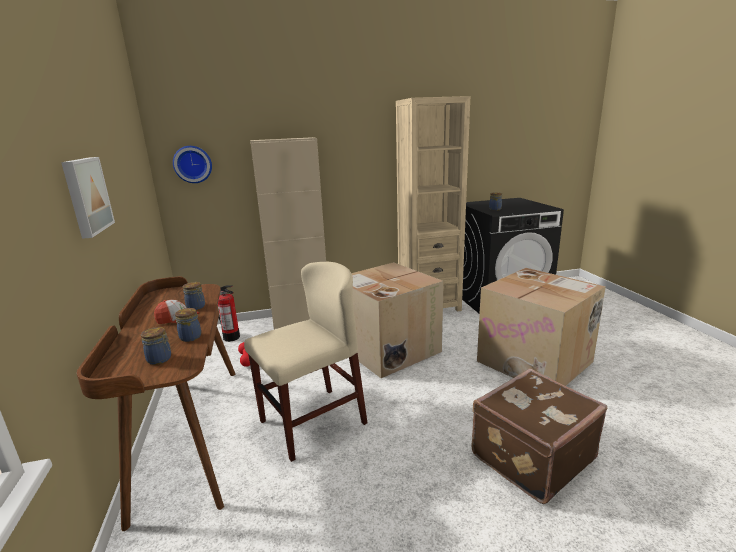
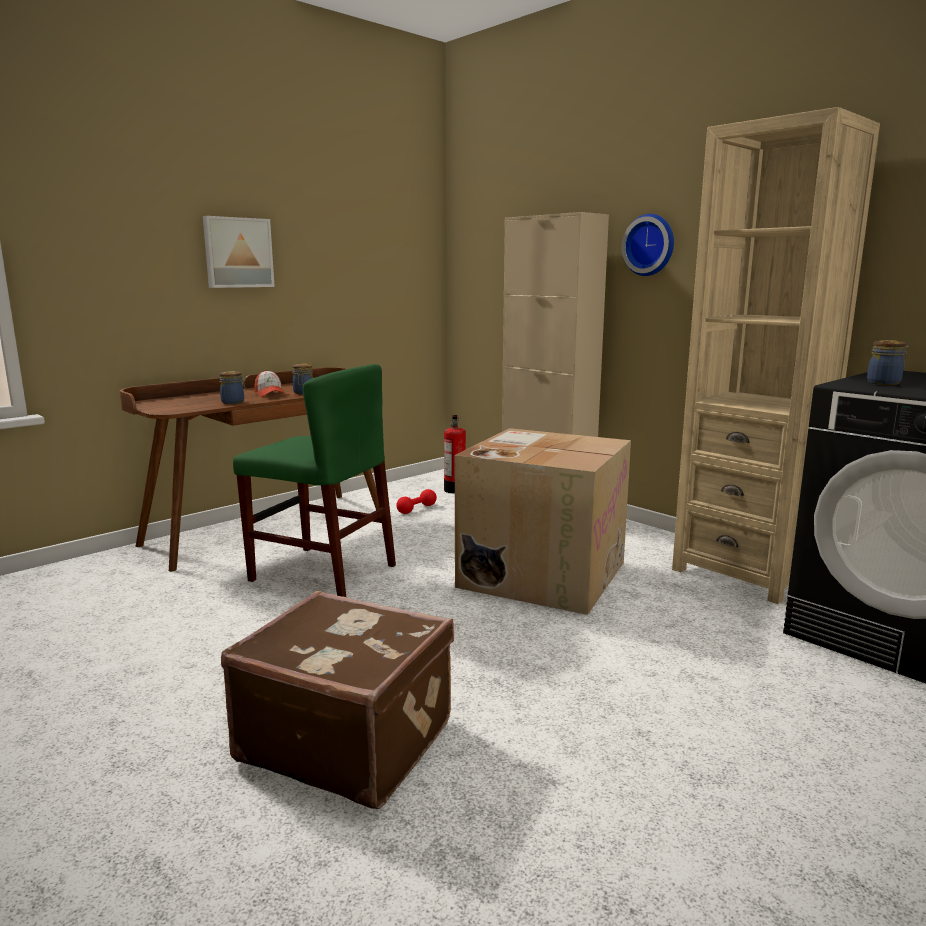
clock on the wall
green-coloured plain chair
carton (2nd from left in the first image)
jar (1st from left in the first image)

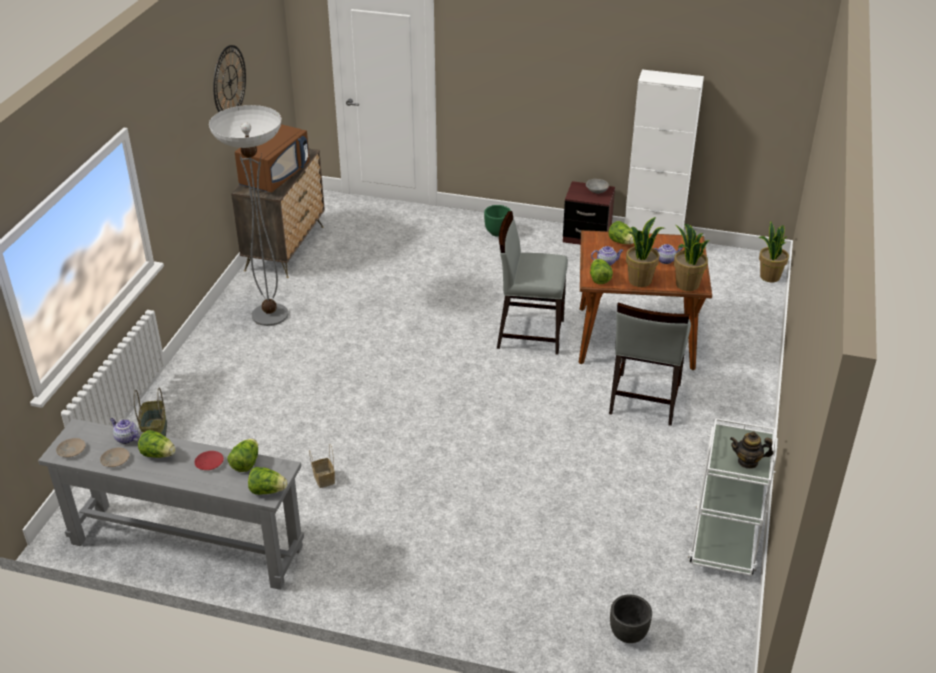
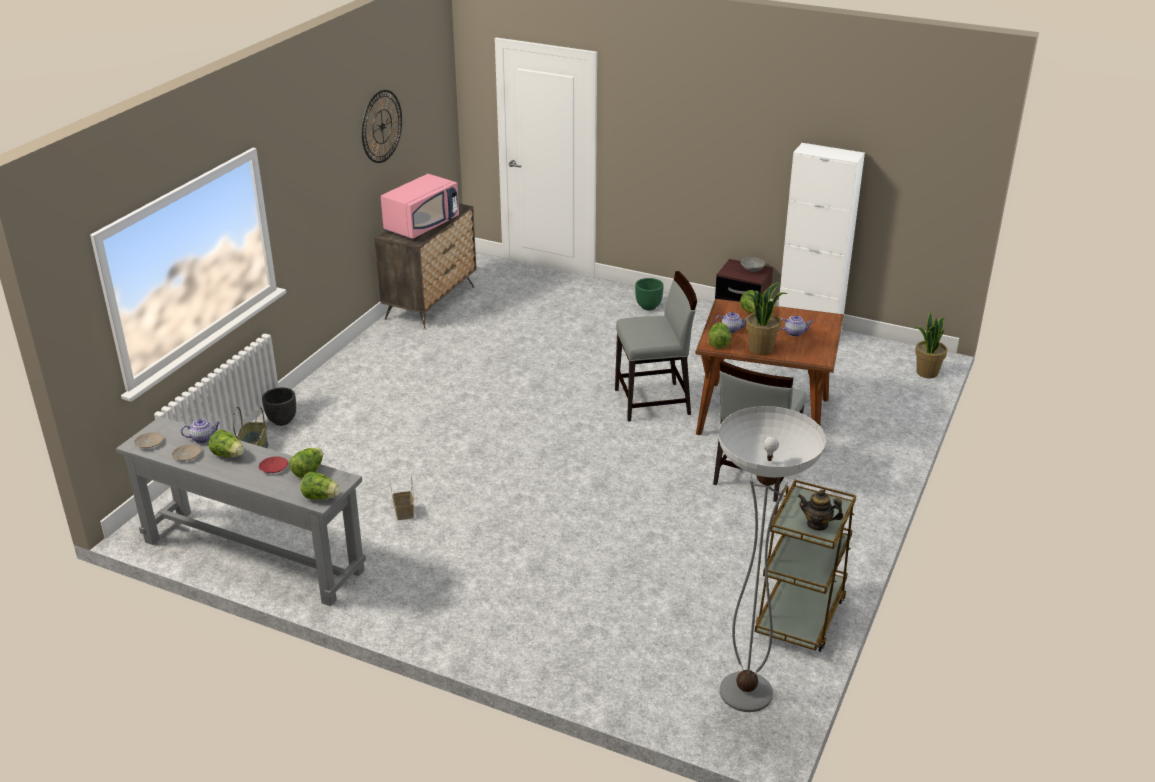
floor lamp
pink-coloured microwave oven
grey plain chair (1st from left)
plant in a pot (2nd from left in the first image)
teapot (1st from left)
brownish cart
black-coloured planter

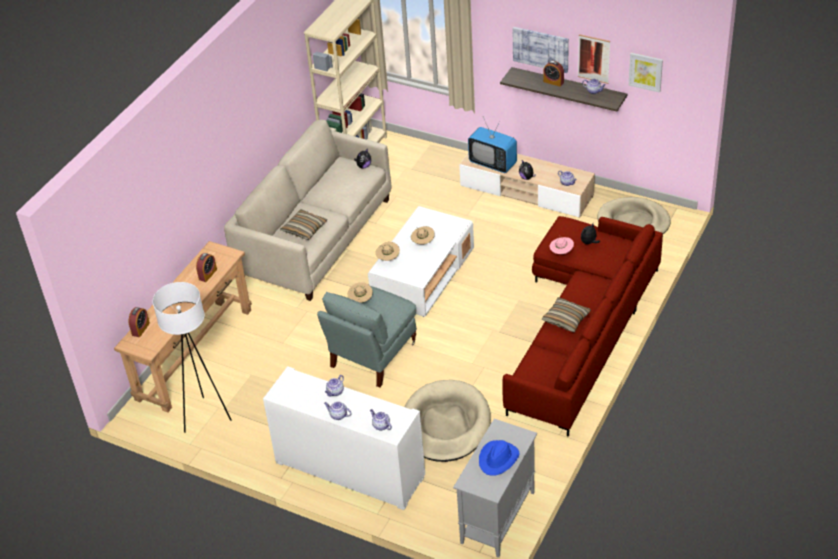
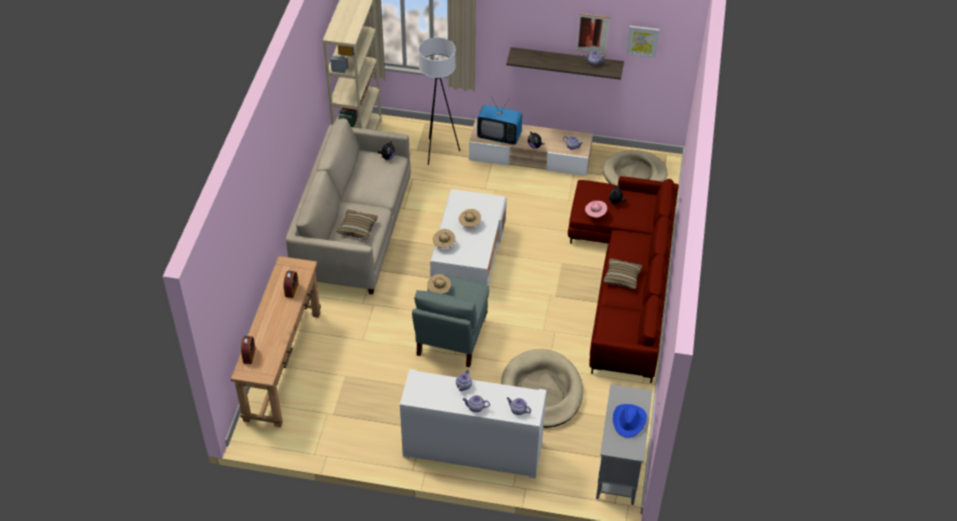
picture (1st from left in the first image)
bedside clock (3rd from left in the first image)
whitish floor lamp

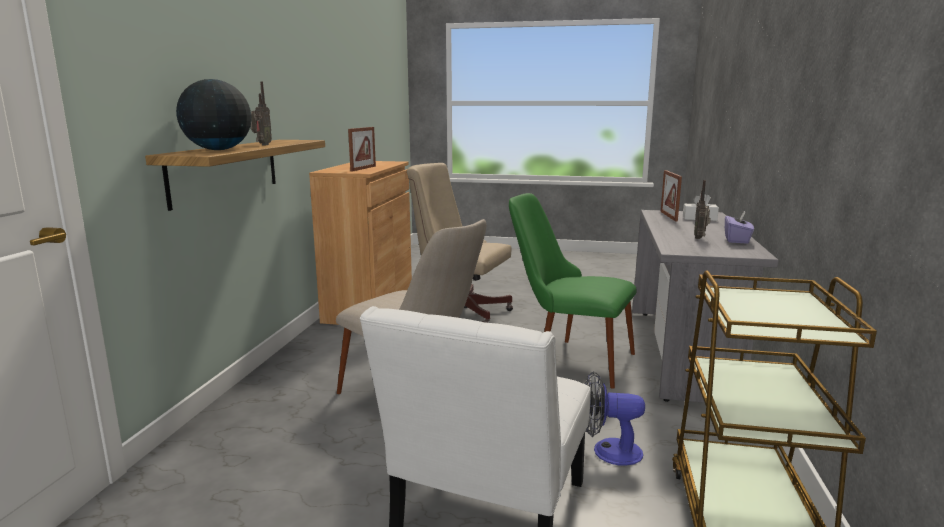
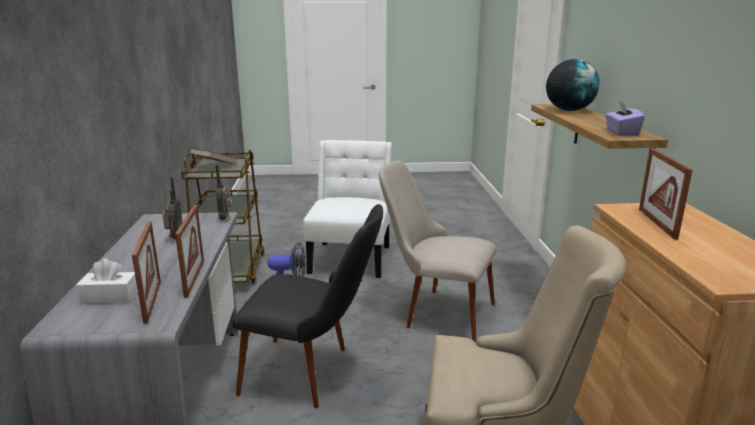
radio receiver (2nd from left)
black-coloured plain chair
purple tissue holder
brownish book
photo frame (2nd from left)

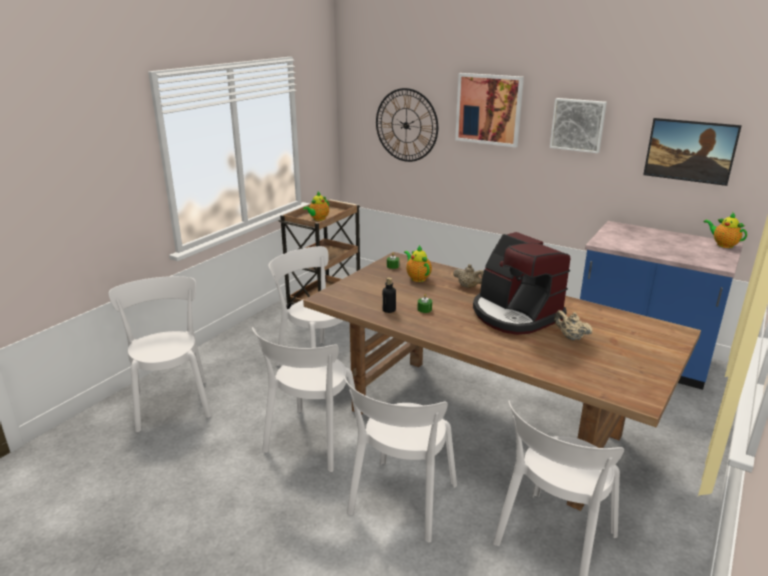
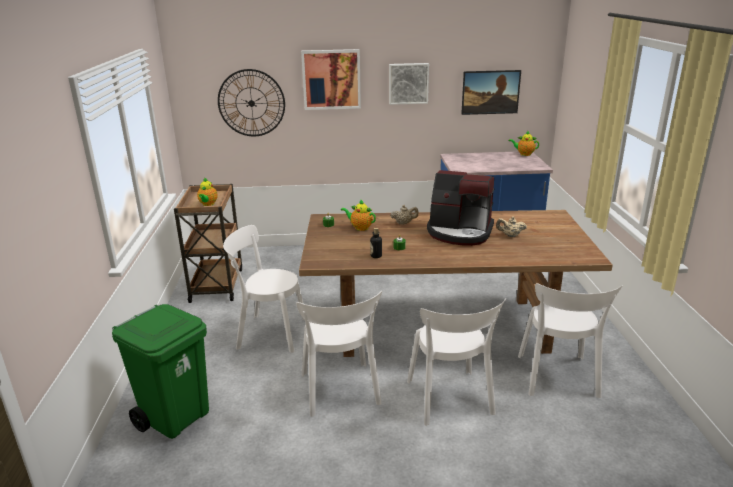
green-coloured rubbish bin

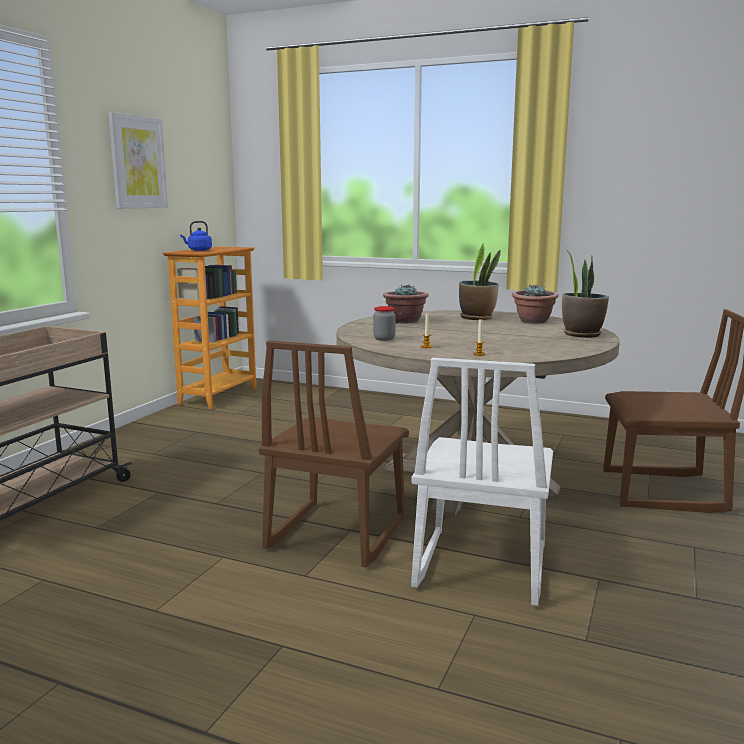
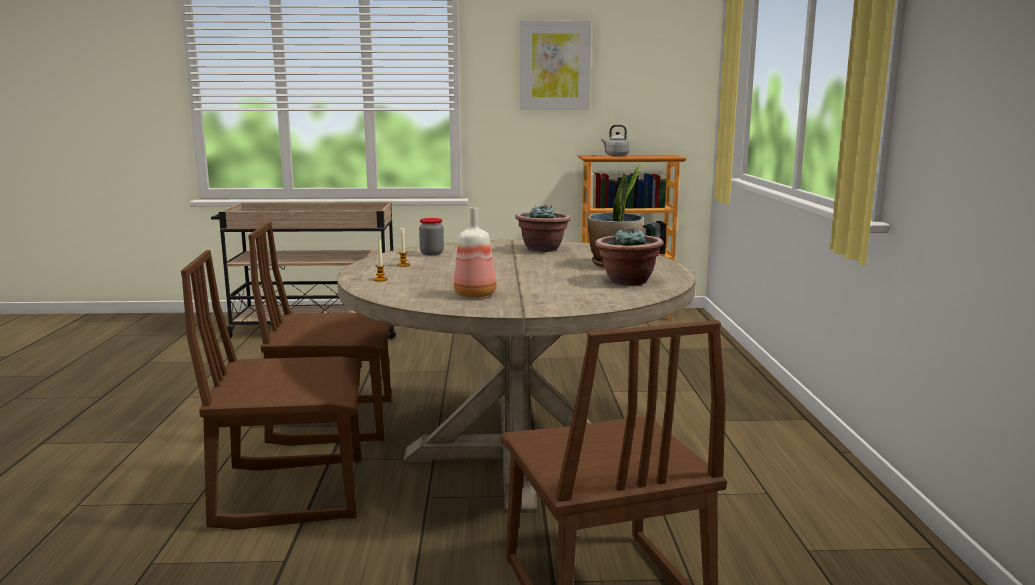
grey tea kettle
plant in a pot (4th from left in the first image)
brownish plain chair (1st from left)
drink bottle

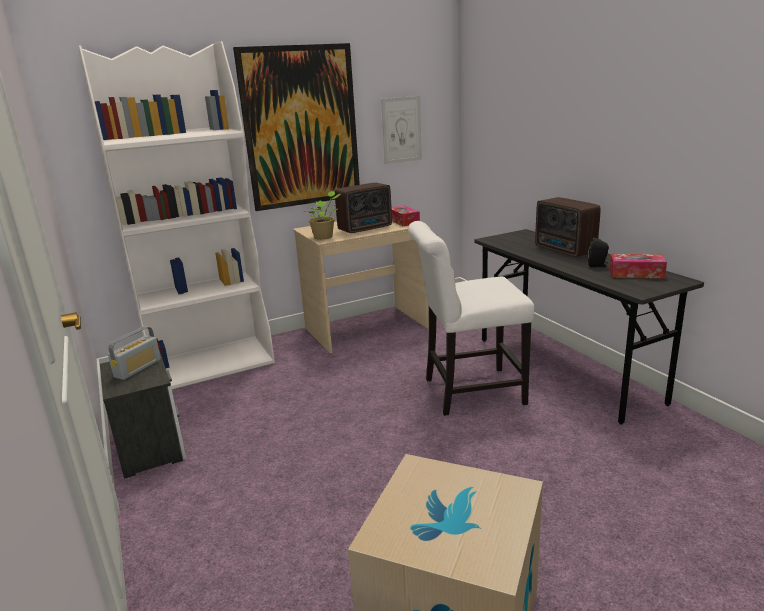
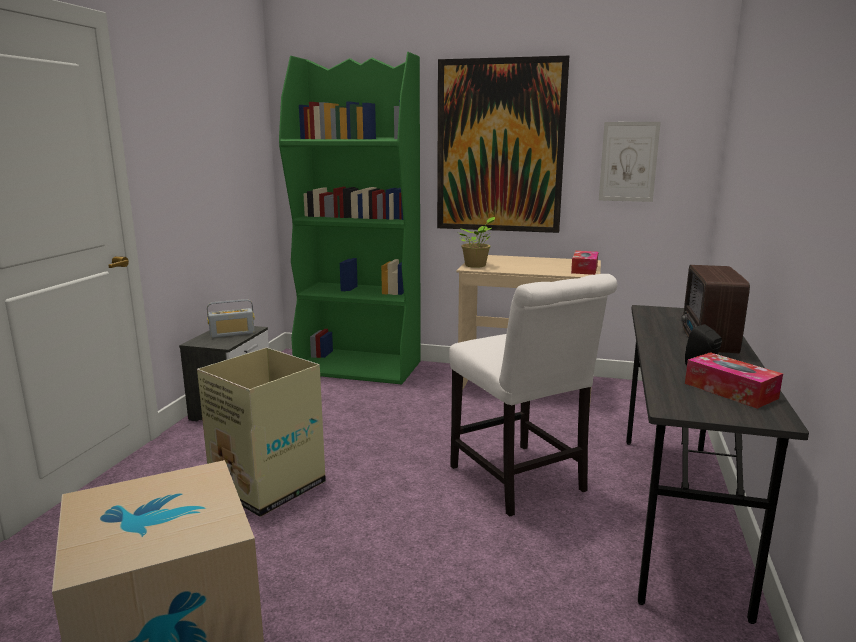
green-coloured shelving unit
radio receiver (2nd from left in the first image)
whitish plain chair
carton (2nd from left)

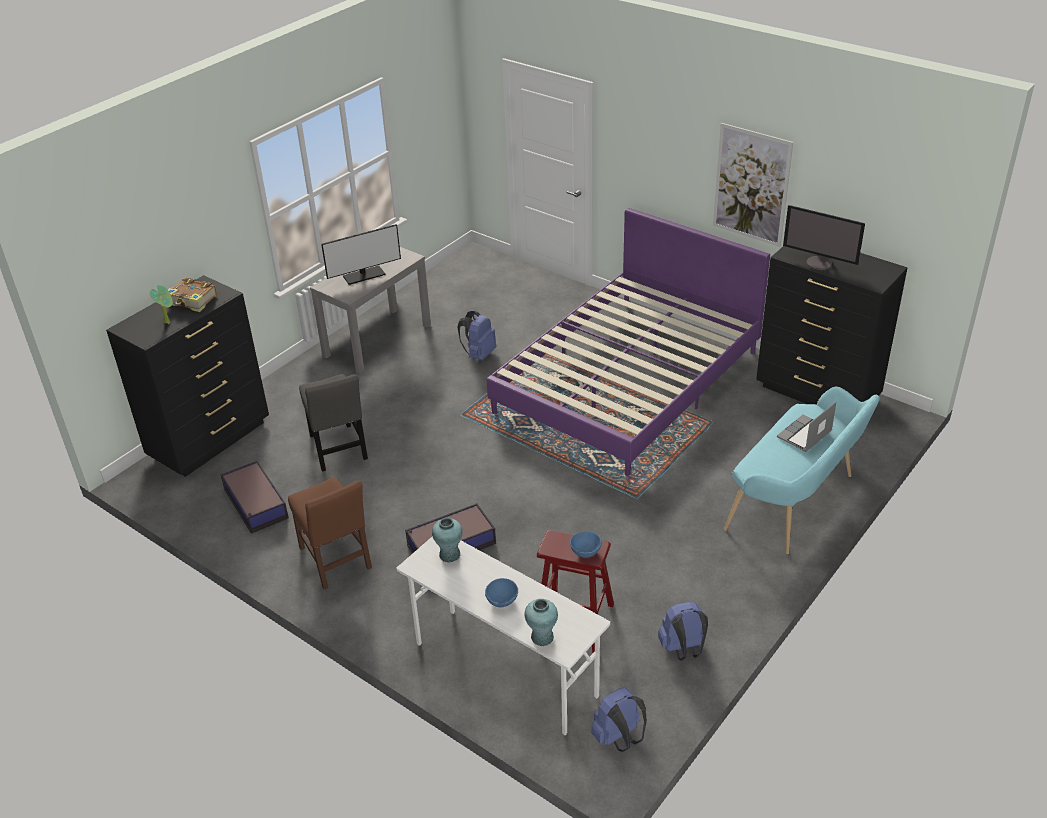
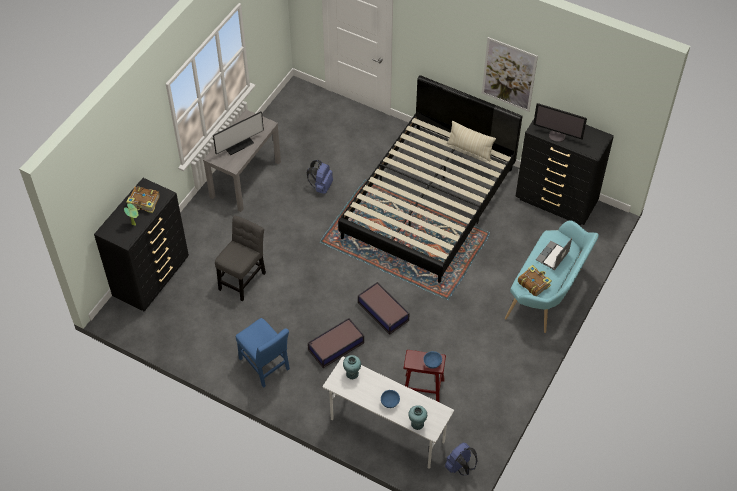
black-coloured bedroom bed
grey plain chair
storage container (2nd from left)
bluish plain chair
bluish knapsack (3rd from left in the first image)
sand-coloured pillow
book (2nd from left)

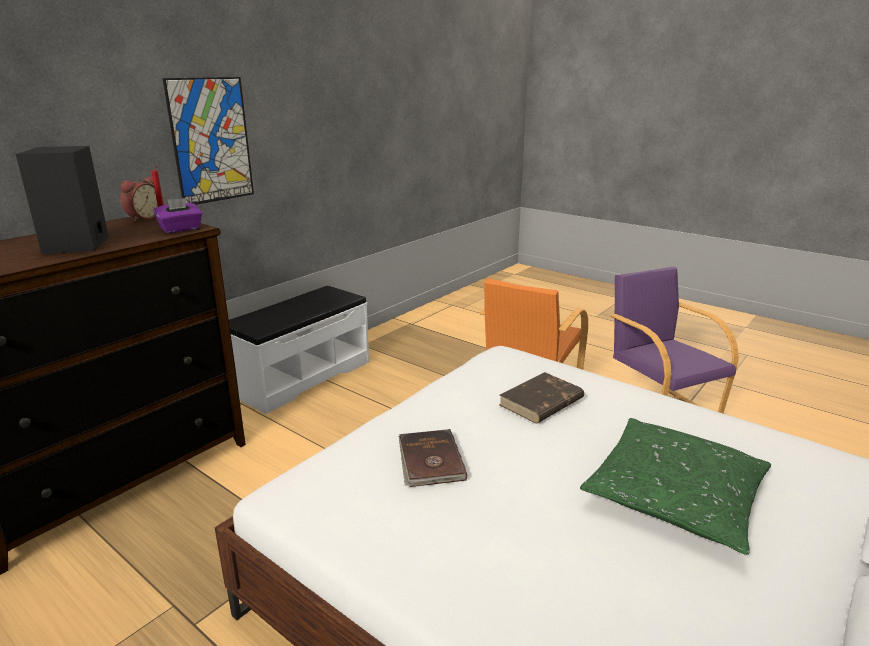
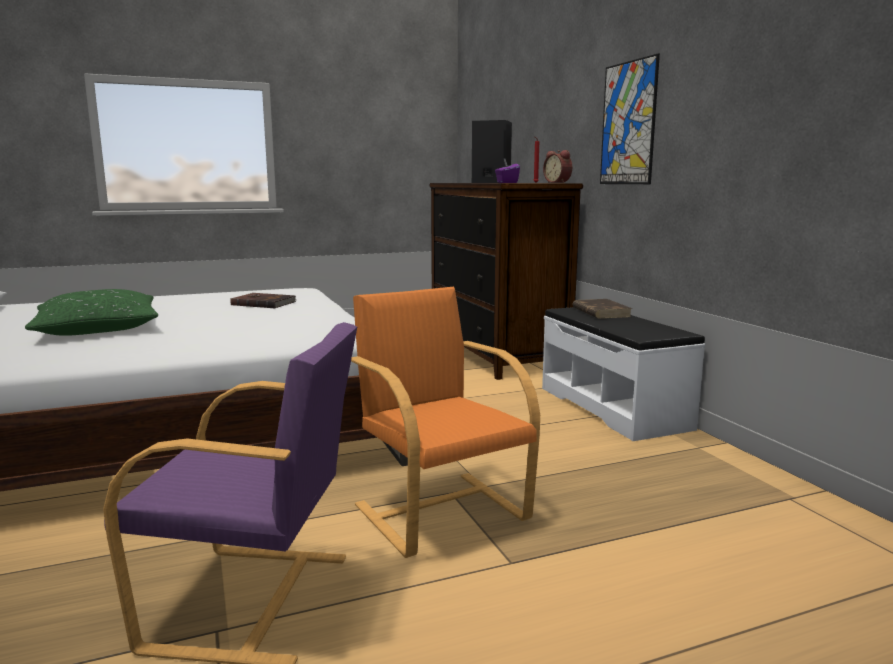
brownish book (2nd from left)

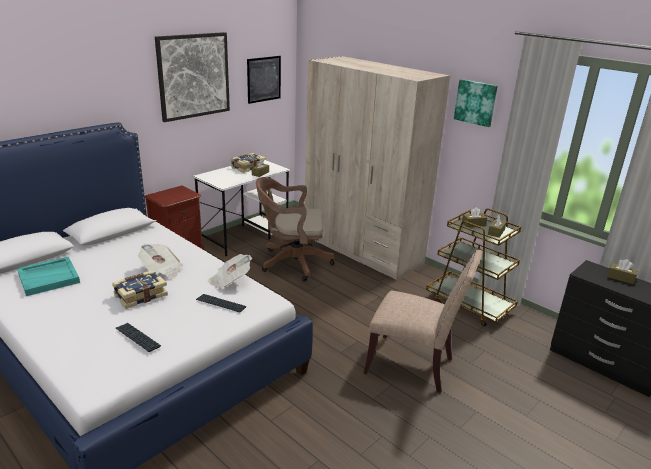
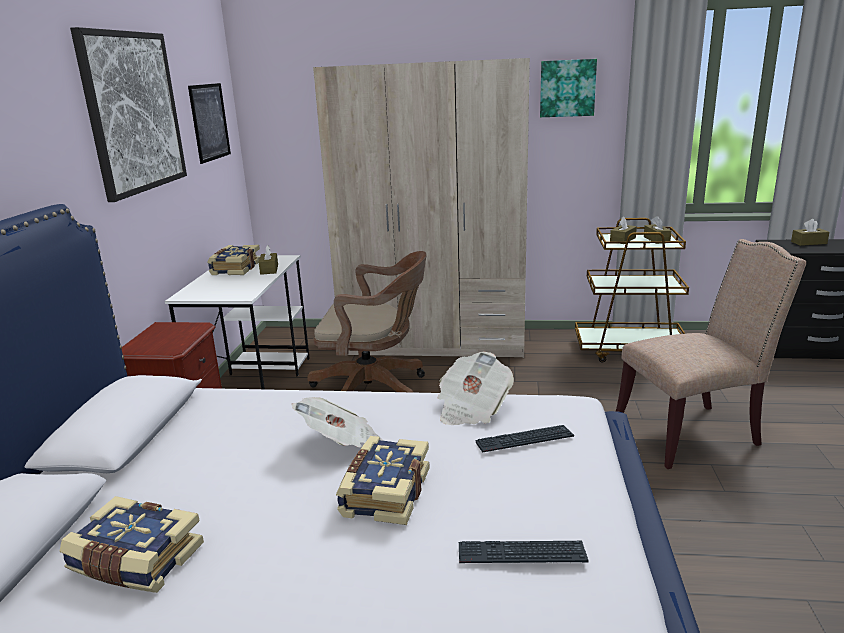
brownish computer chair
book (1st from left)

